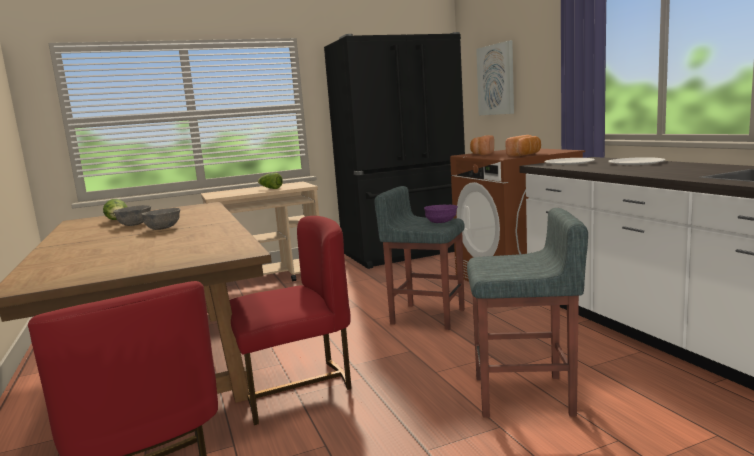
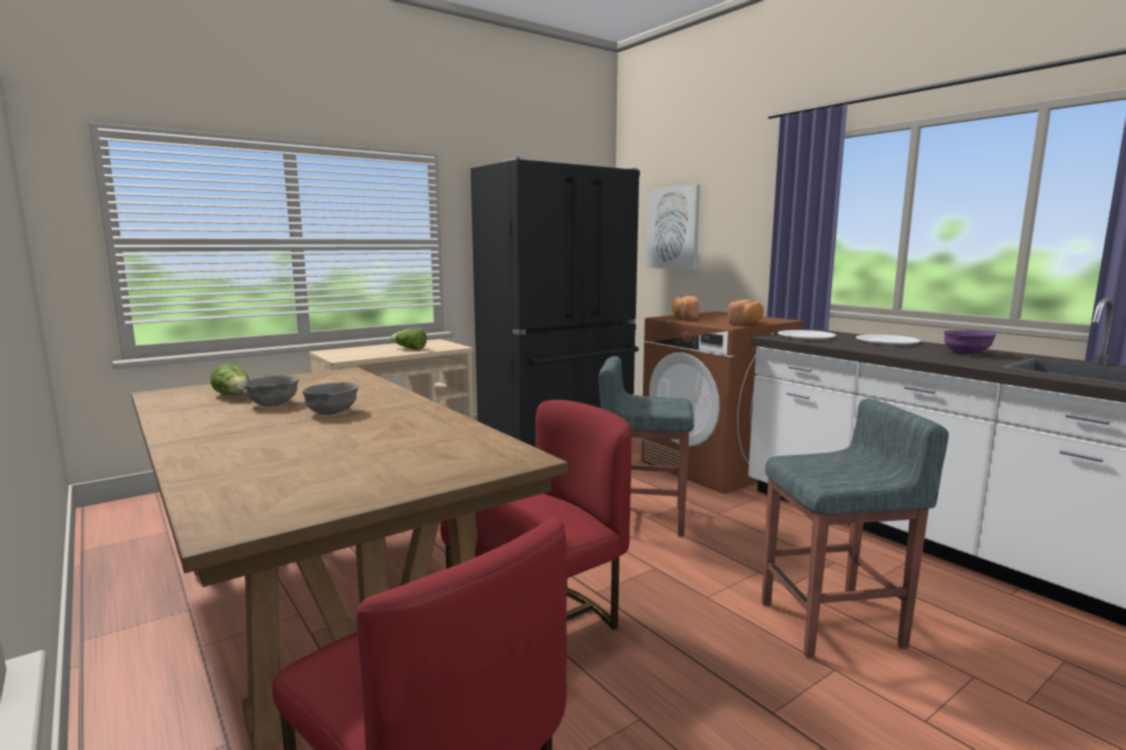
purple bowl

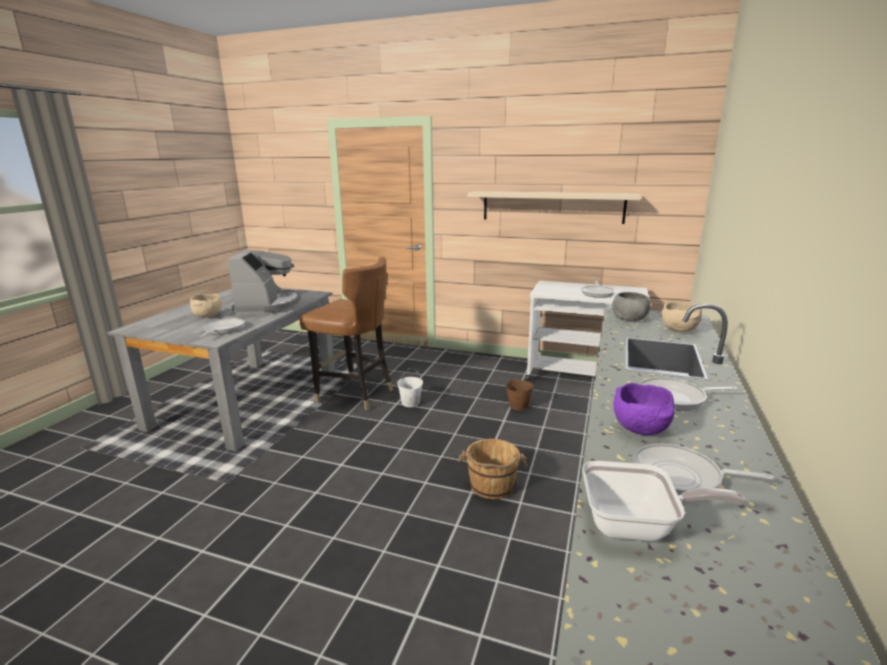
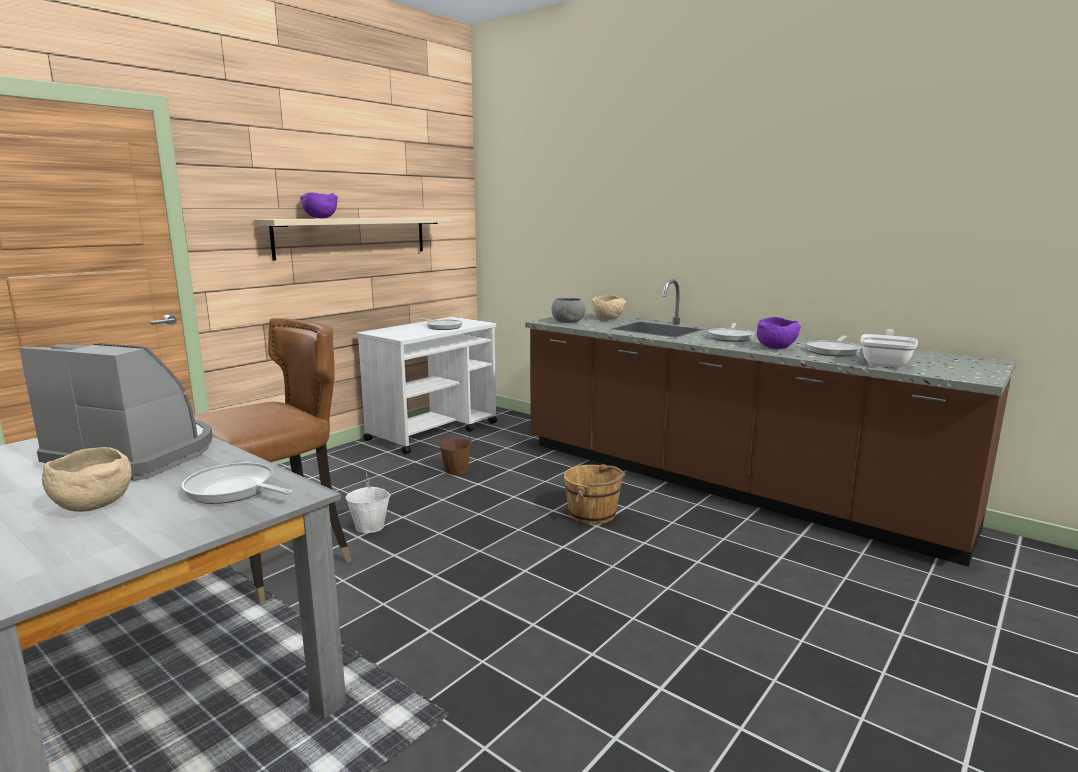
purple bowl (1st from left)

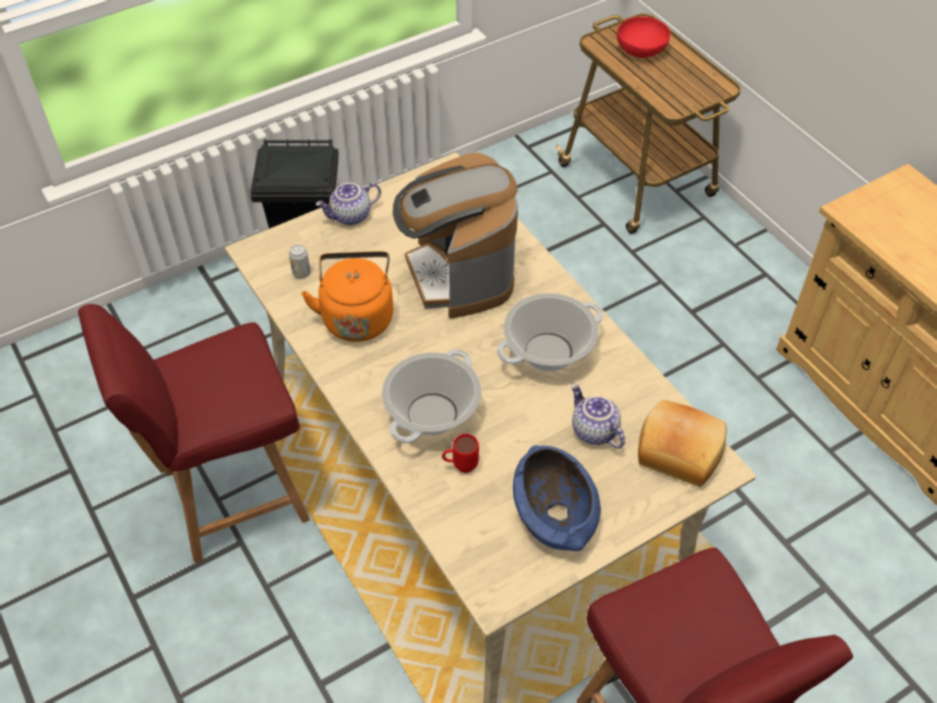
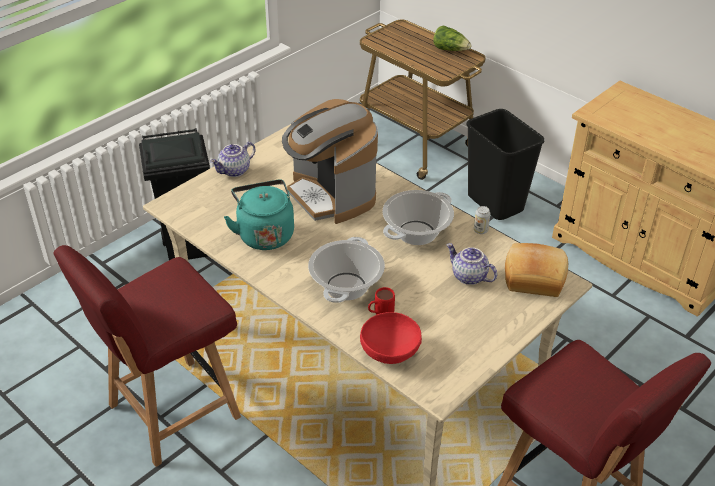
red-coloured bowl
metal can
turquoise-coloured tea kettle
bluish bowl
lettuce
black-coloured rubbish bin (2nd from left)

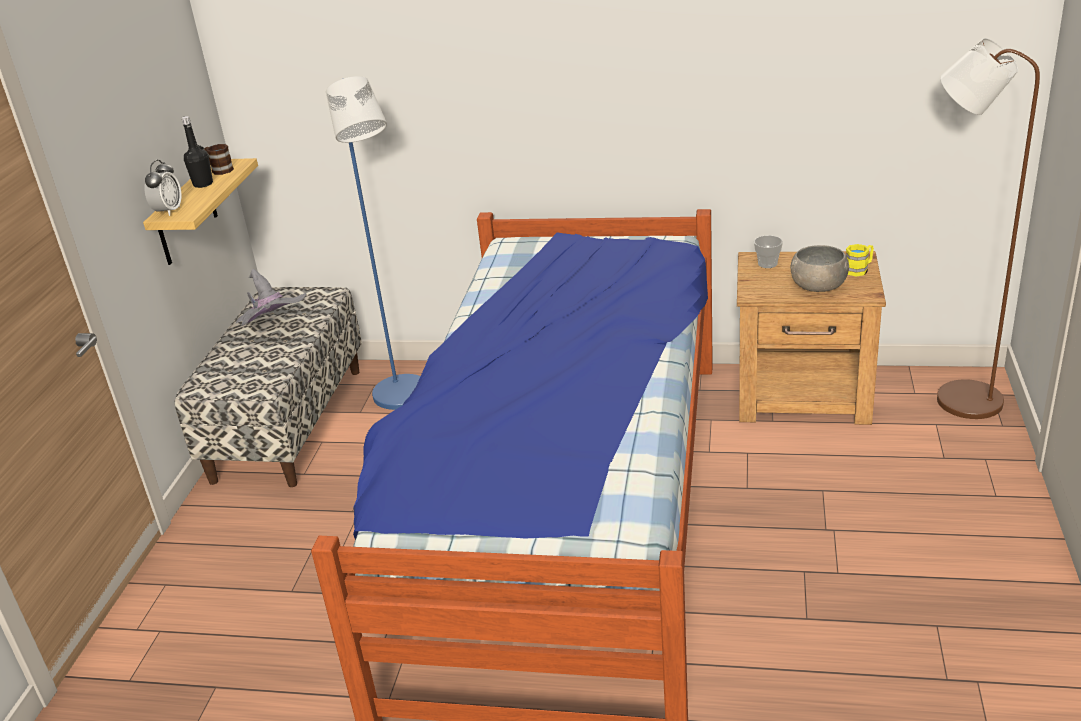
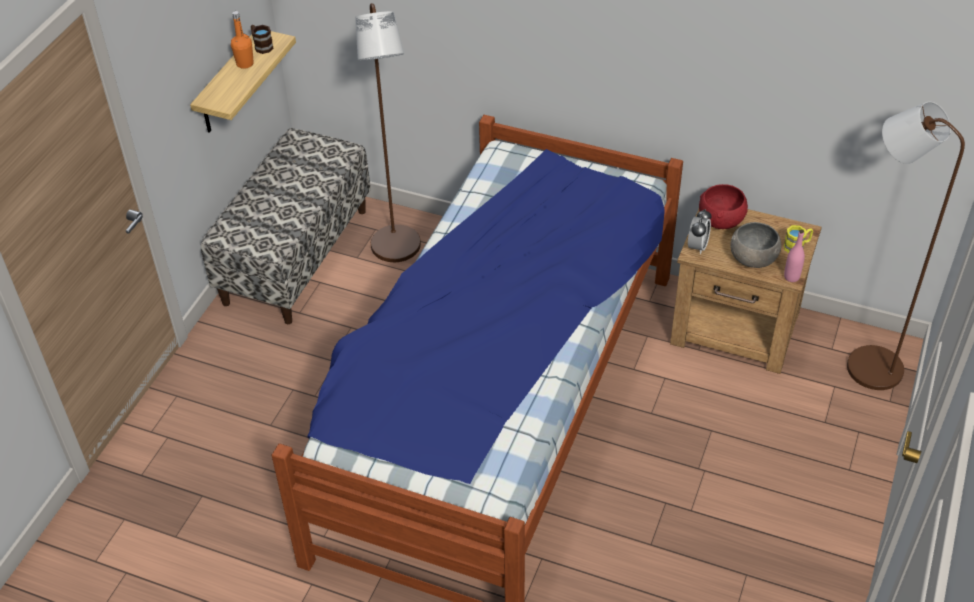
brownish floor lamp (1st from left)
orangey drink bottle
bedside clock
red-coloured bowl
grey clothing hat
pink-coloured drink bottle

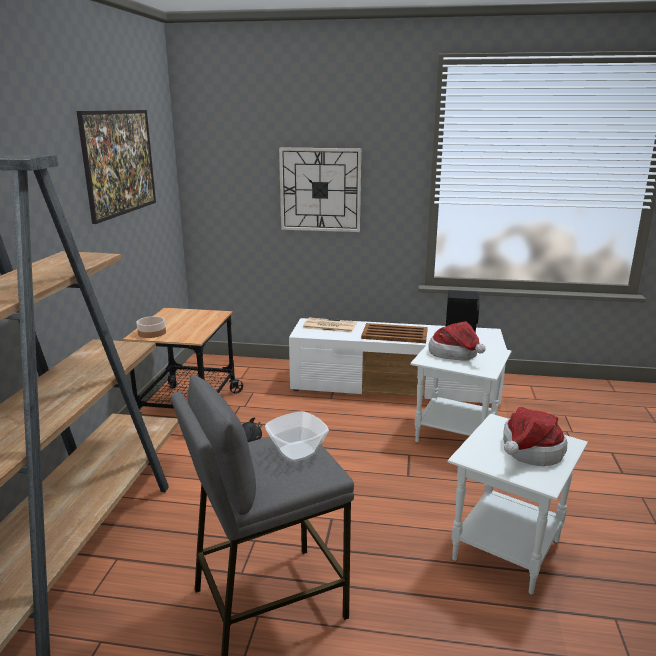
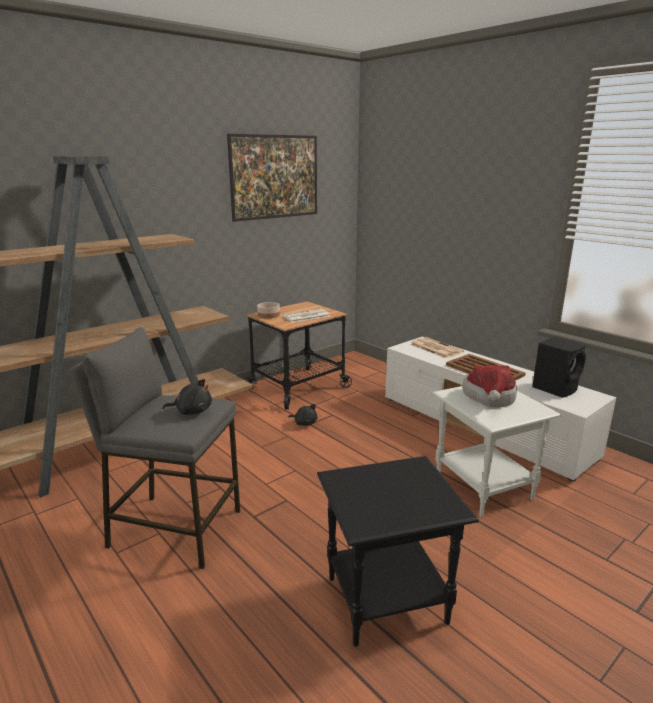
clock on the wall
clothing hat (2nd from left in the first image)
black-coloured cuddly toy (1st from left)
black-coloured side table
daily paper (1st from left)

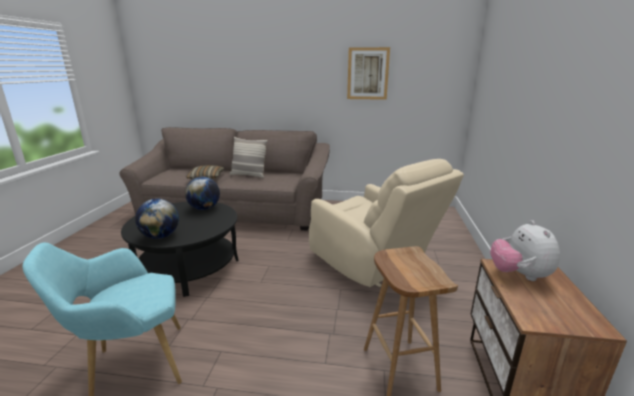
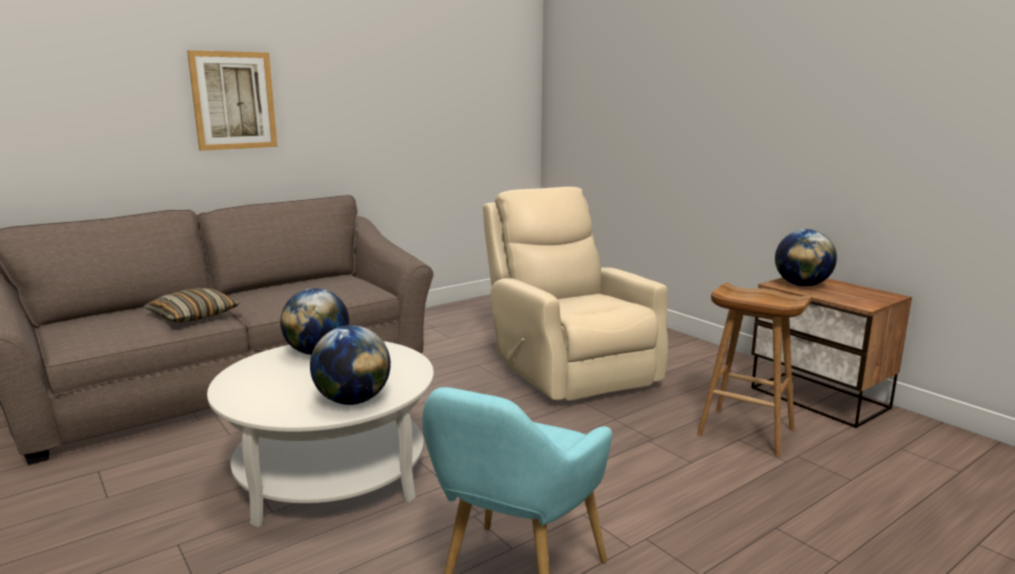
picture
pillow (2nd from left in the first image)
sand-coloured lounge chair
whitish coffee table
world globe (3rd from left)

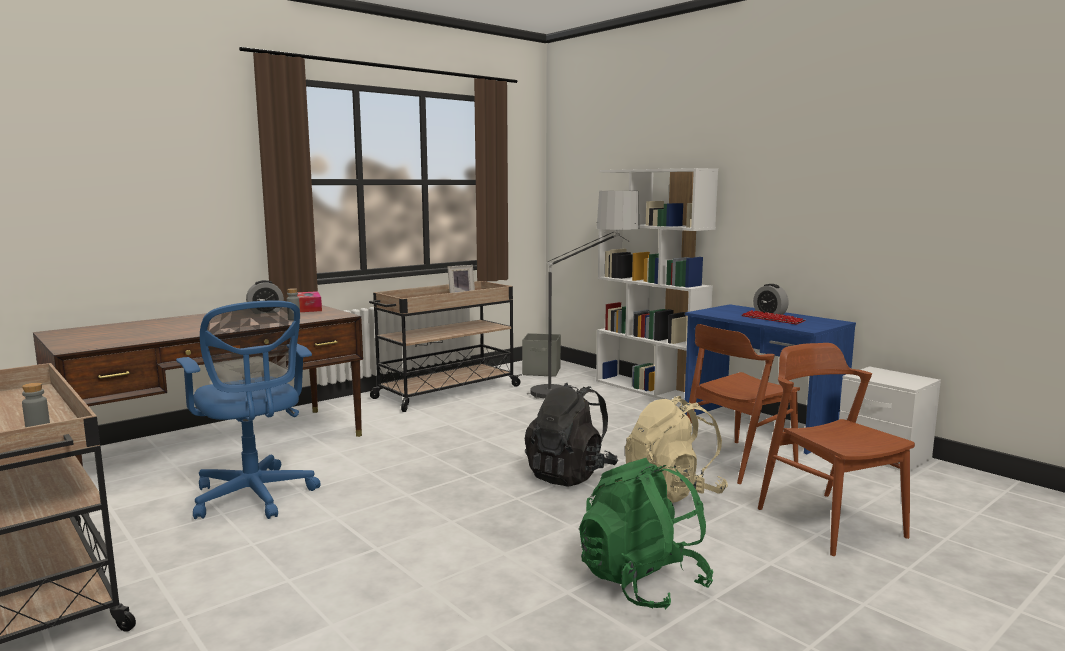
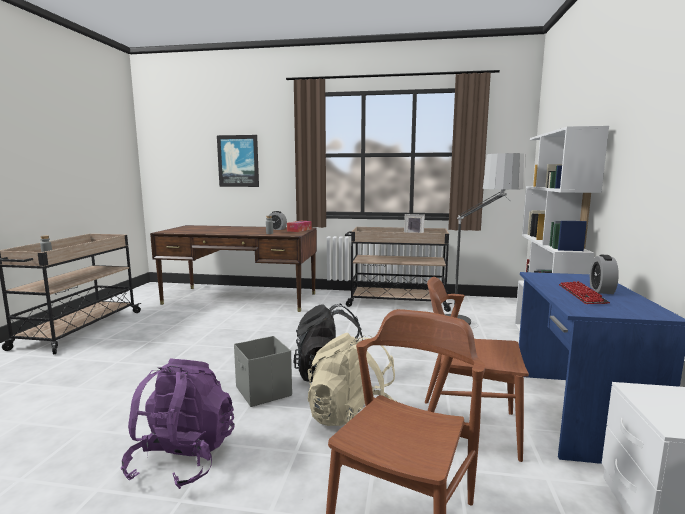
bluish computer chair
grey storage container
purple knapsack
picture

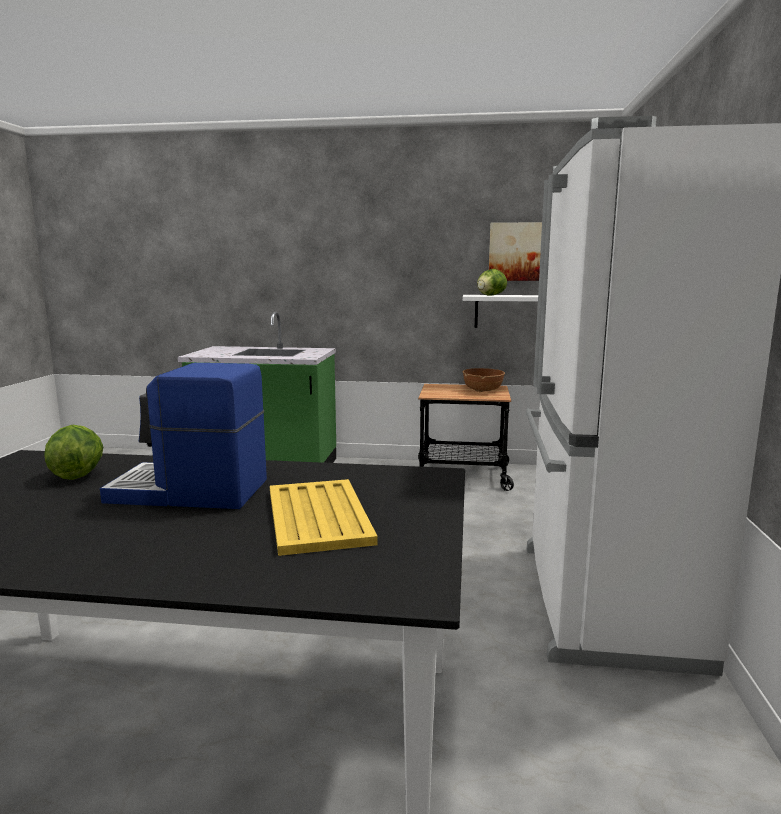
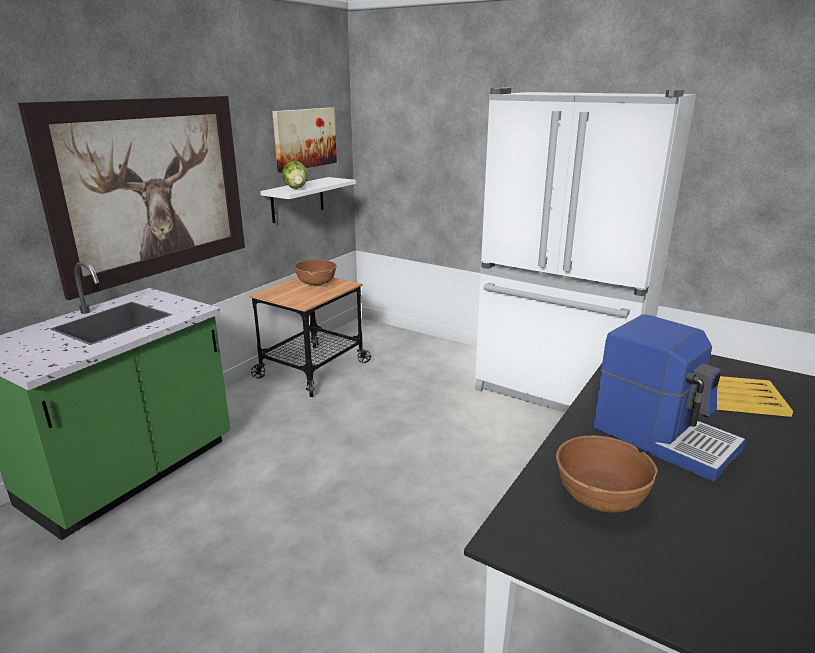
coffee maker
brownish bowl (2nd from left)
picture (1st from left)

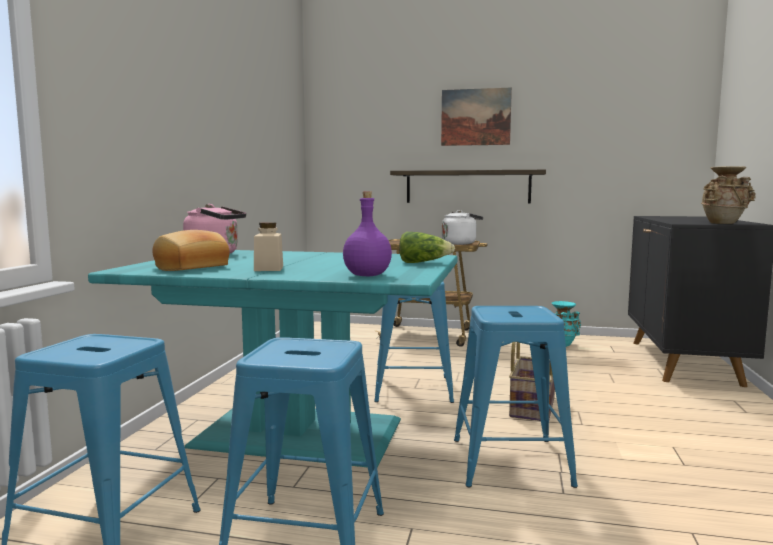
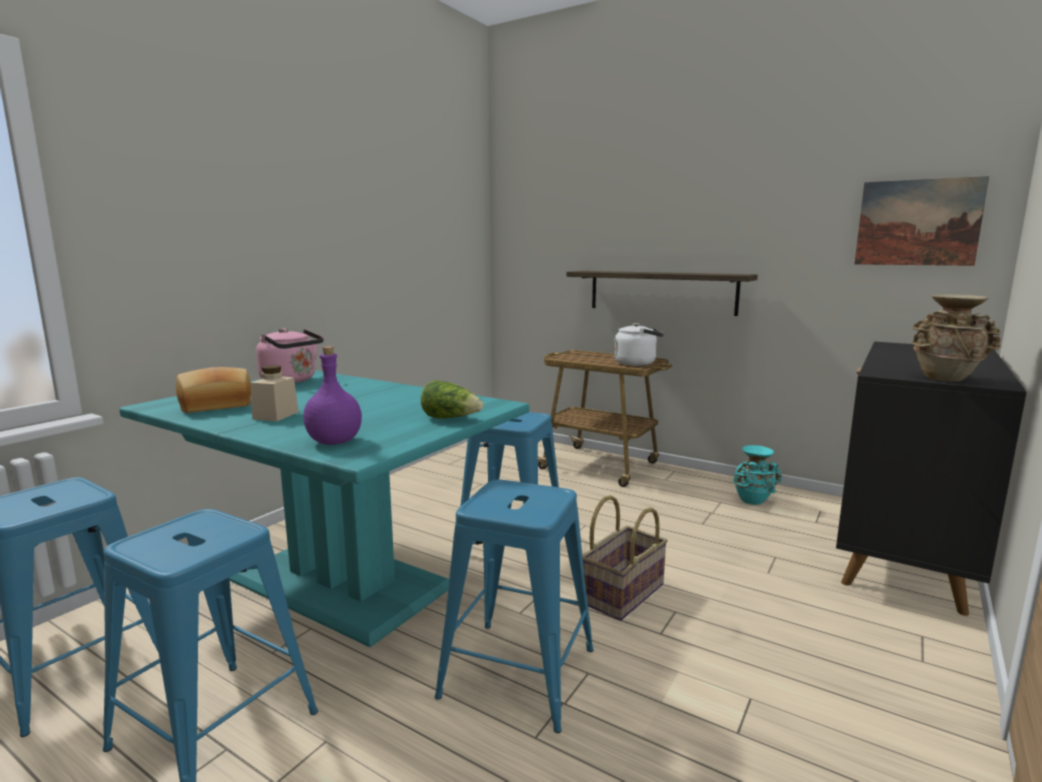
picture

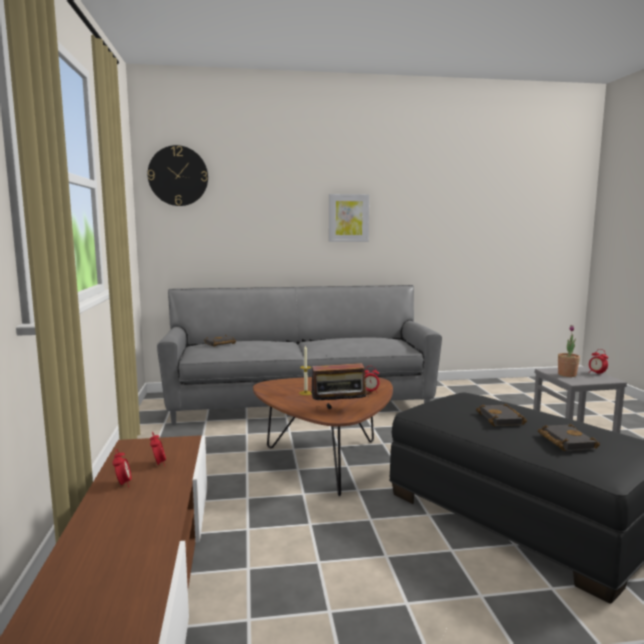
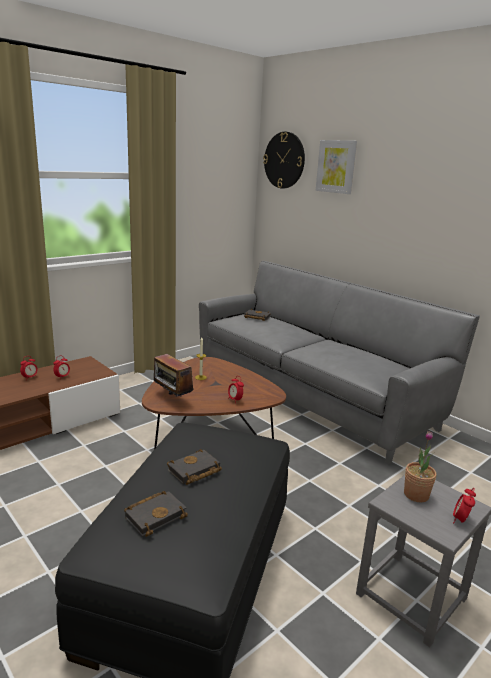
picture

